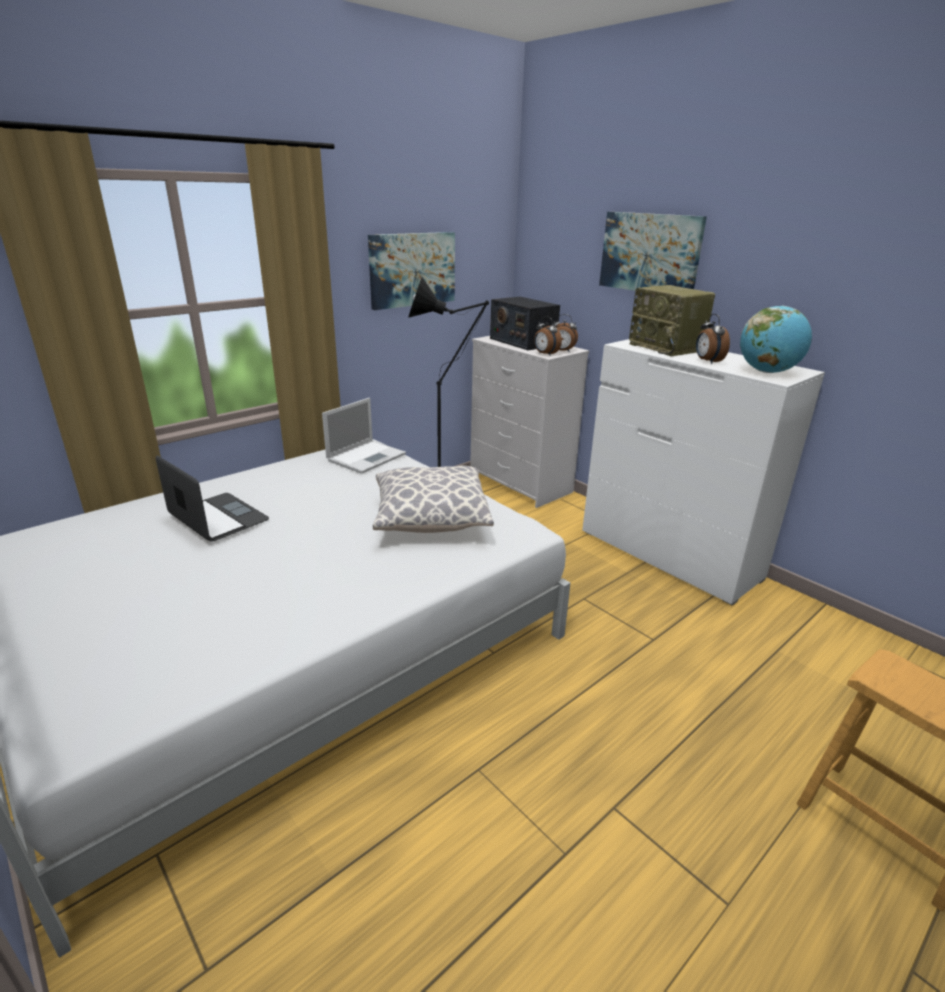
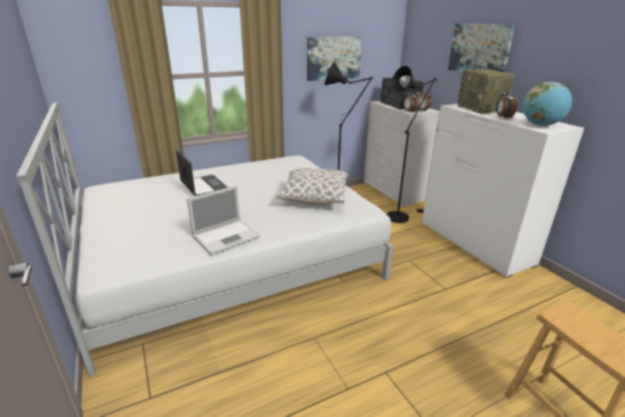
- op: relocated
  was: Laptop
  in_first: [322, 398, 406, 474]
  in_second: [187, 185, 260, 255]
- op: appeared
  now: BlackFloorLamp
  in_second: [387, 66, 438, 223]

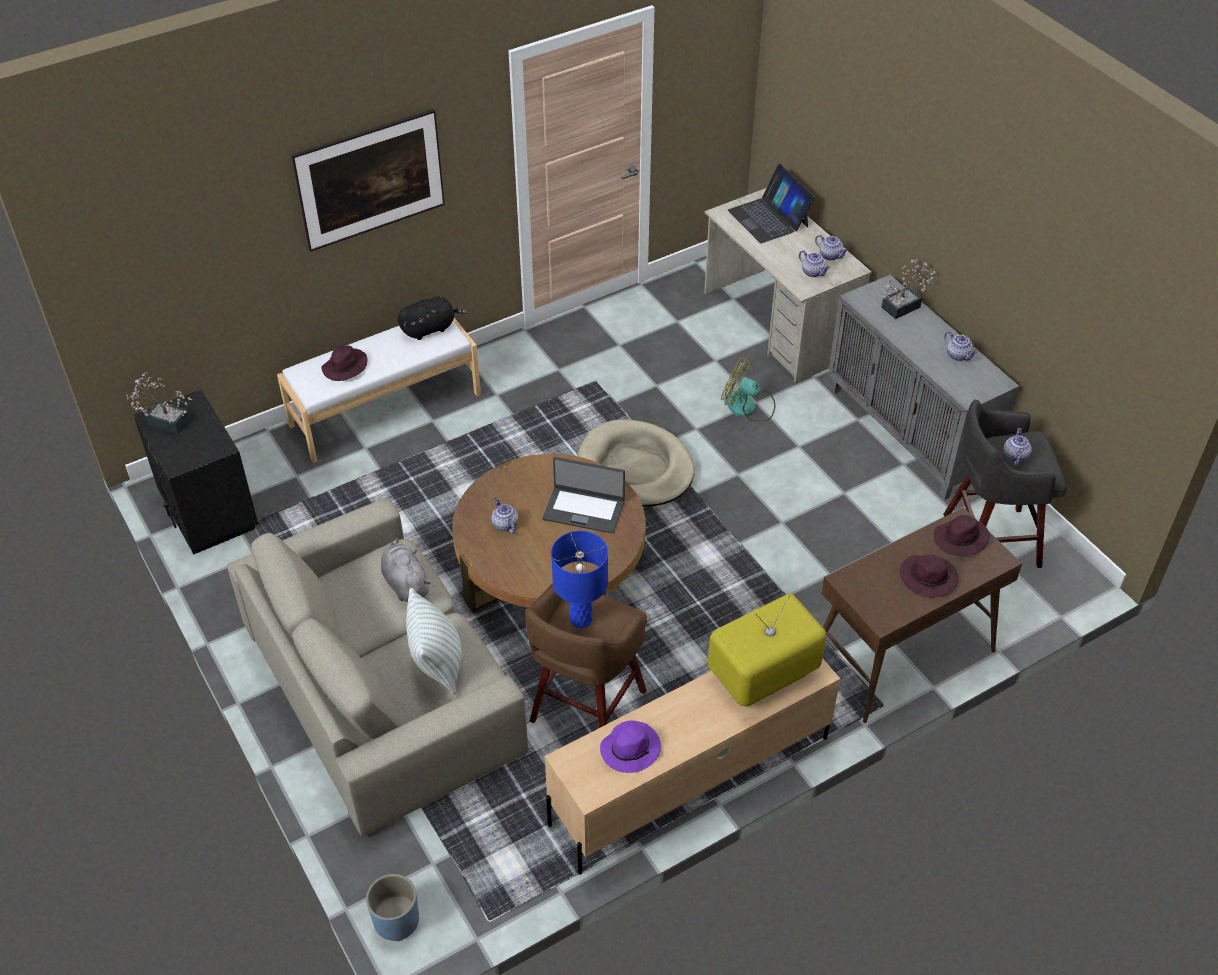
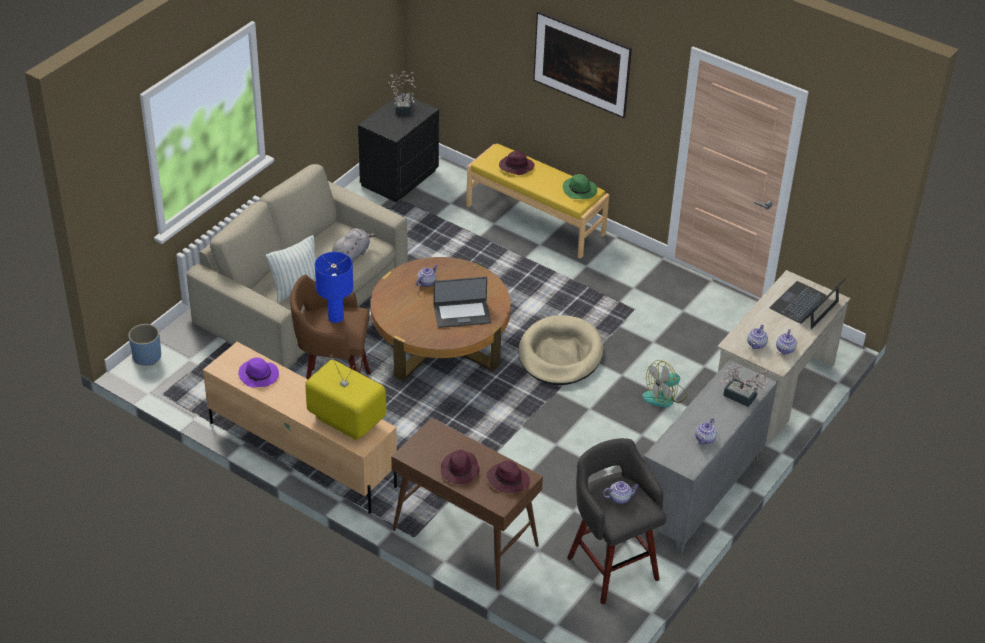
- op: exchanged
  was: BlackPlushToy
  now: GreenHat
  in_first: [397, 297, 467, 340]
  in_second: [563, 174, 597, 199]
- op: colour
  was: WhiteBench
  now: YellowBench
  in_first: [277, 318, 481, 463]
  in_second: [466, 143, 609, 259]
- op: spun
  was: Fan
  in_first: [721, 357, 775, 422]
  in_second: [642, 360, 687, 407]
  clockwise: -120
- op: spun
  was: Laptop
  in_first: [543, 457, 625, 534]
  in_second: [434, 277, 491, 328]
  clockwise: -90

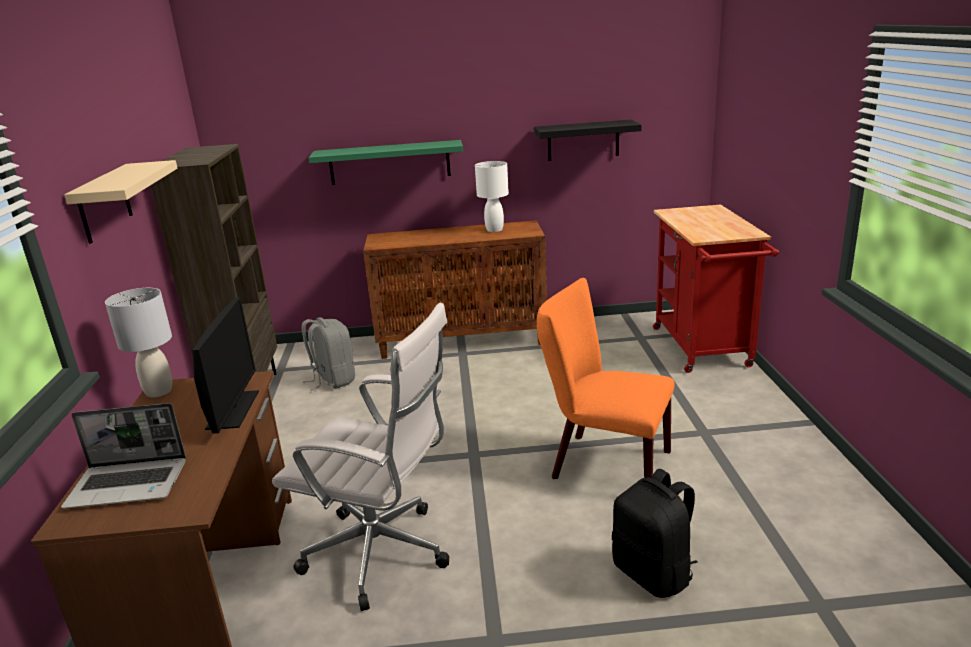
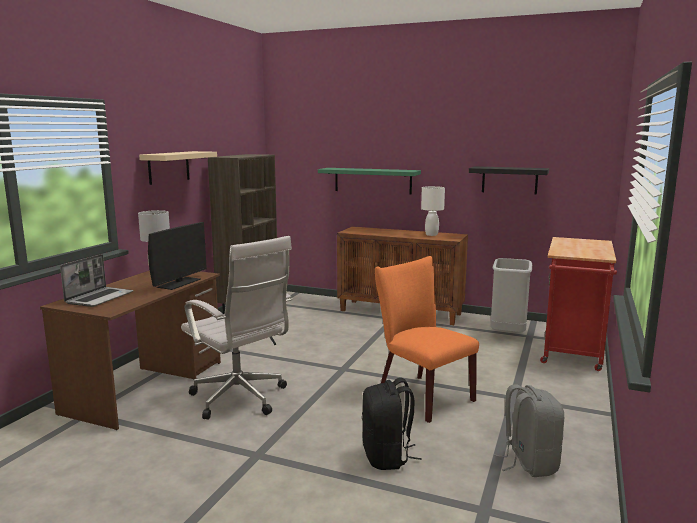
- op: relocated
  was: GreyBackpack
  in_first: [302, 317, 355, 391]
  in_second: [493, 384, 564, 477]
- op: spun
  was: Laptop
  in_first: [61, 403, 186, 509]
  in_second: [60, 254, 134, 307]
  clockwise: -90
- op: appeared
  now: GreyTrashCan
  in_second: [491, 258, 532, 332]

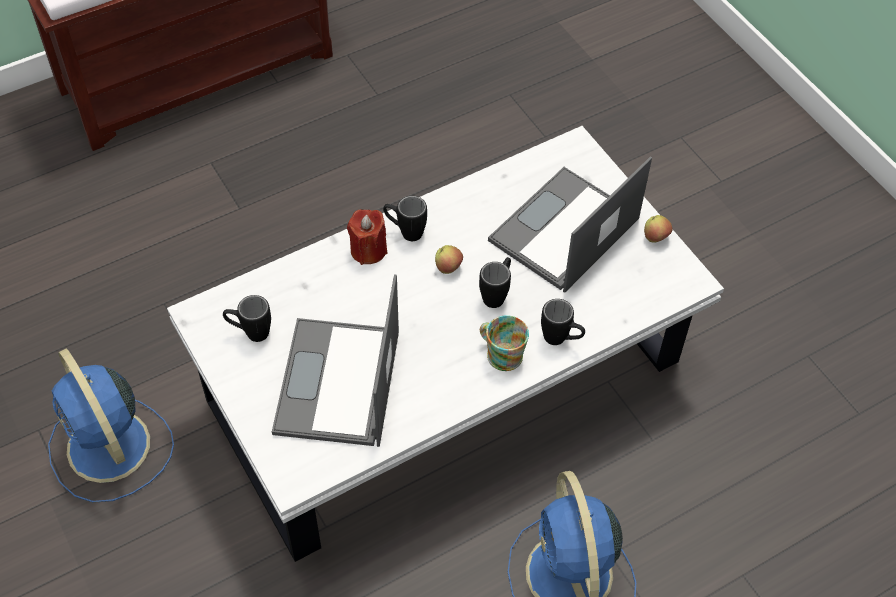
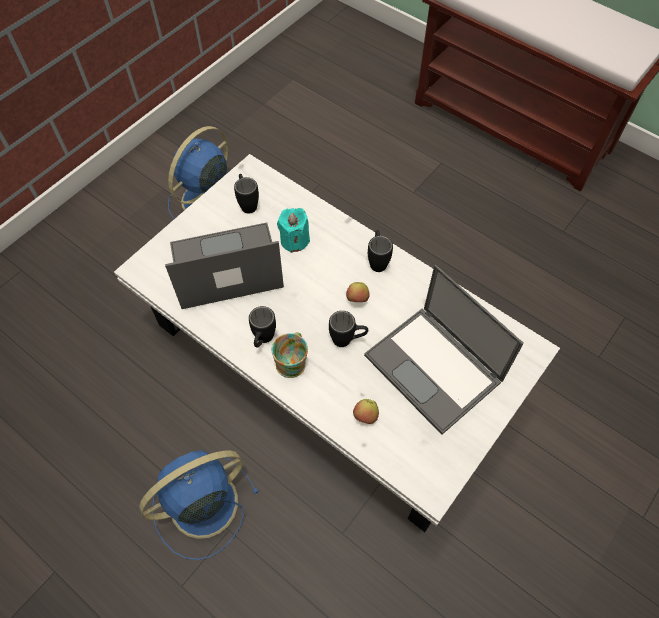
- op: spun
  was: Laptop
  in_first: [488, 156, 652, 293]
  in_second: [364, 265, 524, 435]
  clockwise: -150
- op: missing
  was: RedCandle
  in_first: [347, 209, 387, 265]
- op: relocated
  was: Apple
  in_first: [644, 215, 672, 243]
  in_second: [353, 399, 379, 424]
- op: relocated
  was: BlackMug
  in_first: [541, 299, 585, 345]
  in_second: [249, 306, 276, 347]
- op: appeared
  now: TurquoiseCandle
  in_second: [277, 208, 310, 253]

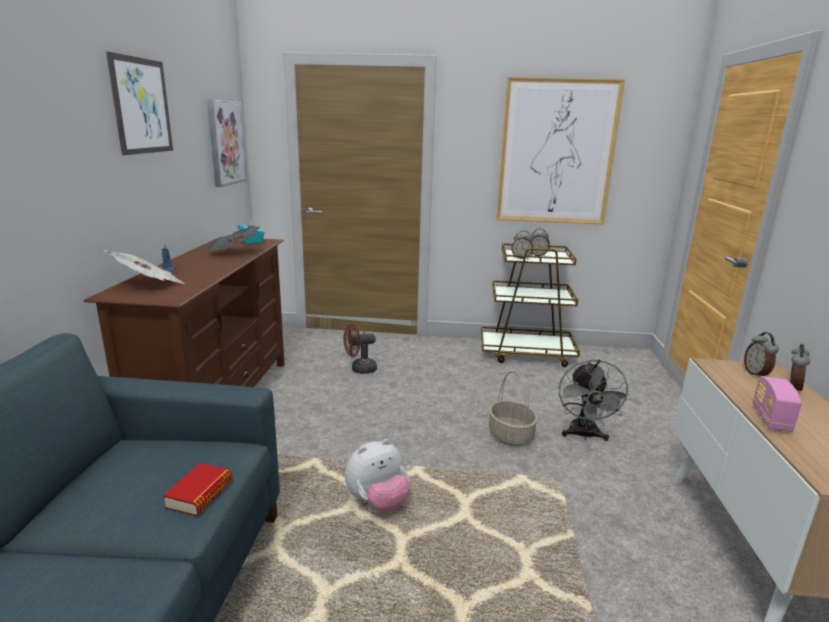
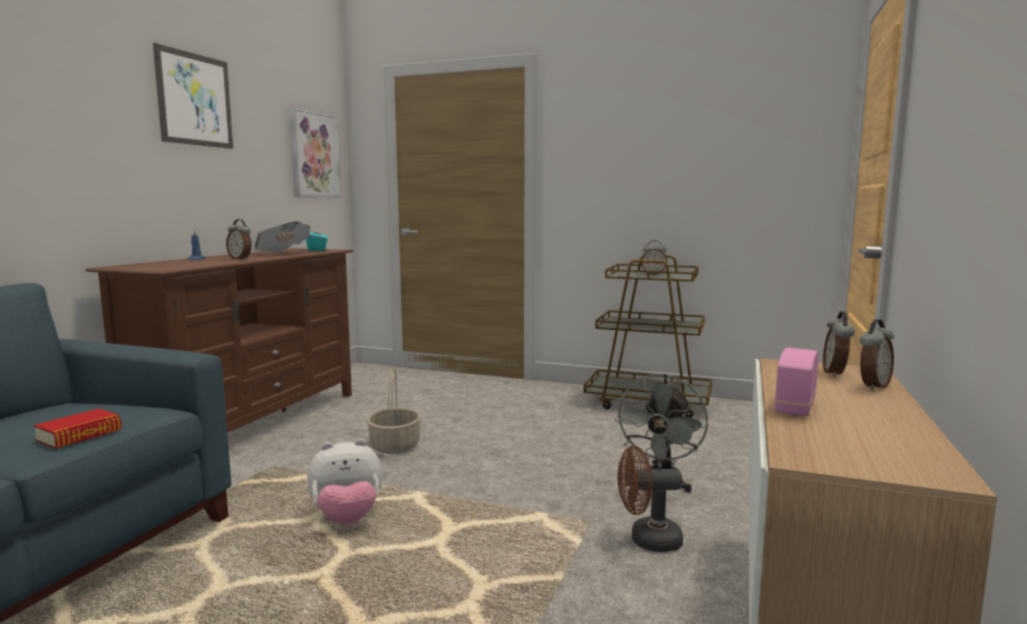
- op: missing
  was: Picture
  in_first: [497, 77, 625, 224]
- op: relocated
  was: AlarmClock
  in_first: [511, 231, 533, 259]
  in_second: [226, 219, 252, 260]
- op: missing
  was: Newspaper
  in_first: [103, 250, 184, 283]
- op: relocated
  was: BrownFan
  in_first: [344, 323, 377, 374]
  in_second: [618, 446, 683, 552]
- op: relocated
  was: Basket
  in_first: [489, 371, 538, 446]
  in_second: [366, 368, 421, 454]

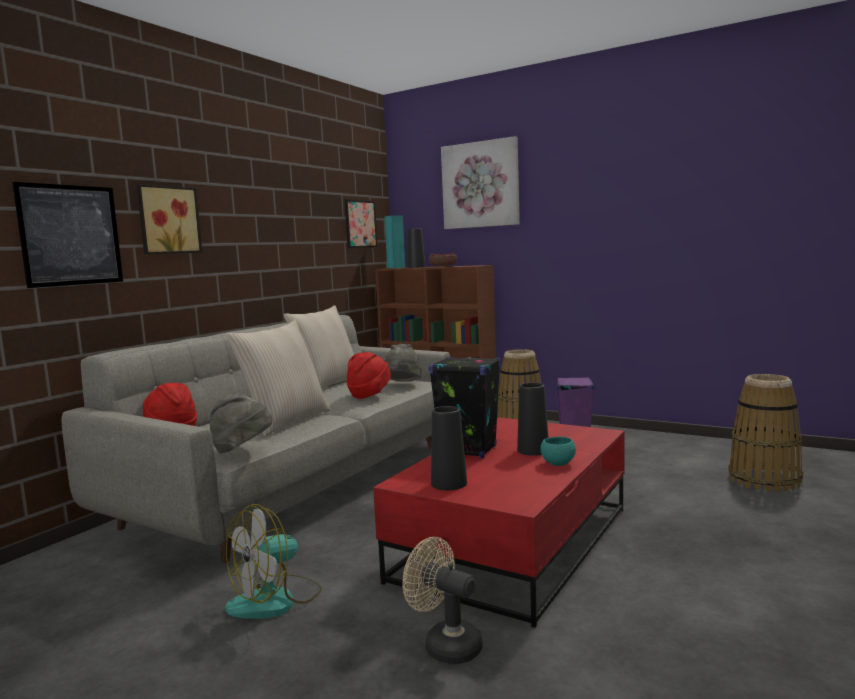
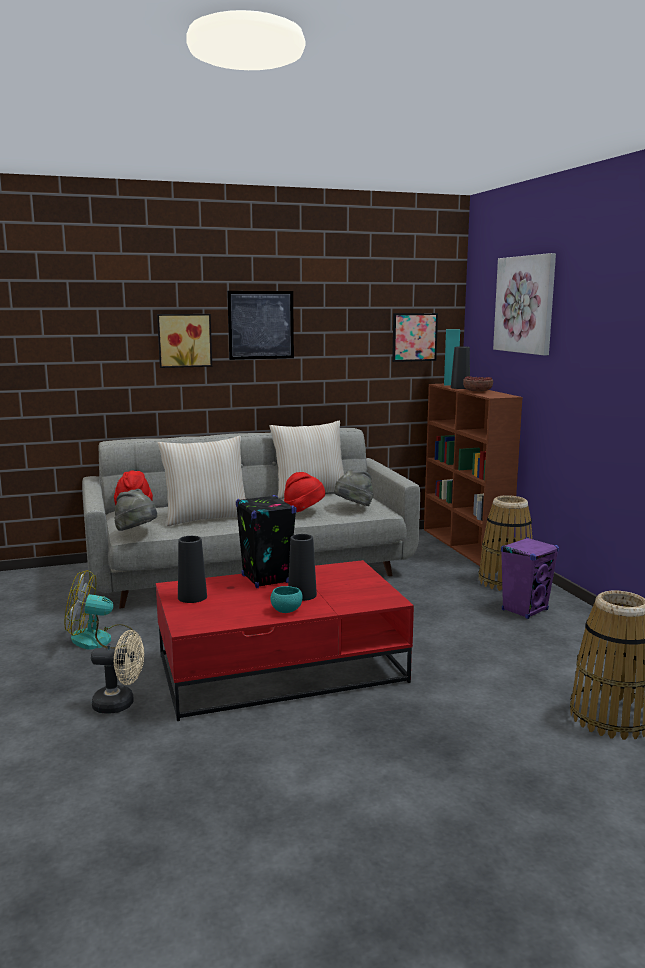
- op: relocated
  was: Picture
  in_first: [12, 182, 123, 288]
  in_second: [227, 291, 294, 360]
- op: spun
  was: BeigeFan
  in_first: [403, 537, 483, 665]
  in_second: [91, 630, 144, 714]
  clockwise: 105

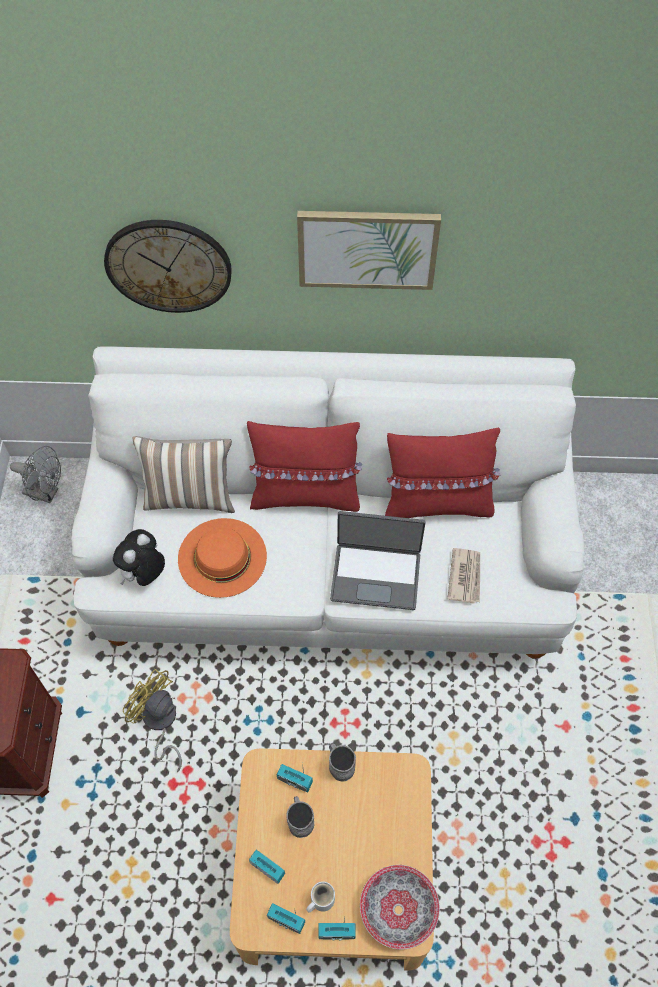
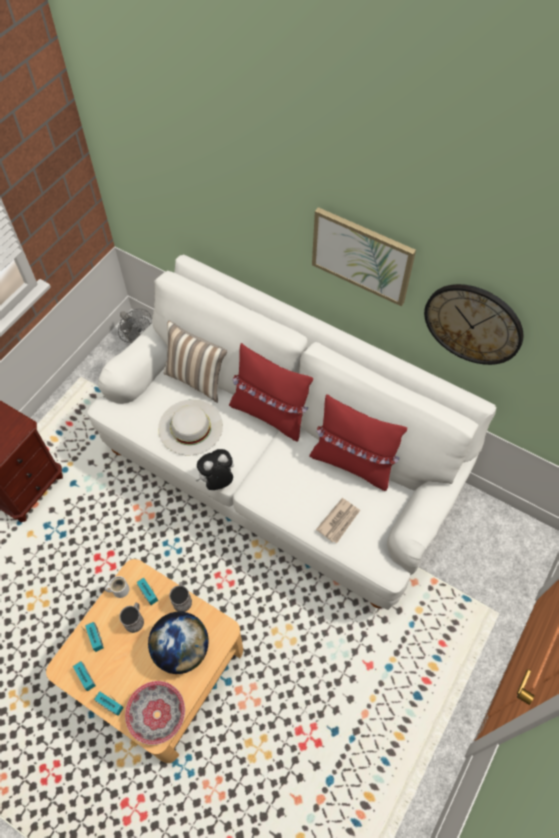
- op: relocated
  was: WallClock
  in_first: [104, 220, 232, 313]
  in_second: [424, 284, 524, 365]
- op: missing
  was: Laptop
  in_first: [330, 511, 425, 610]
- op: colour
  was: OrangeHat
  now: WhiteHat
  in_first: [178, 518, 267, 598]
  in_second: [158, 399, 223, 455]
- op: relocated
  was: PlushToy
  in_first: [113, 529, 165, 586]
  in_second: [195, 449, 234, 490]
- op: missing
  was: YellowFan
  in_first: [123, 669, 182, 772]
- op: relocated
  was: WhiteMug
  in_first: [306, 882, 335, 913]
  in_second: [105, 576, 129, 598]
- op: appeared
  now: Globe
  in_second: [148, 612, 209, 674]

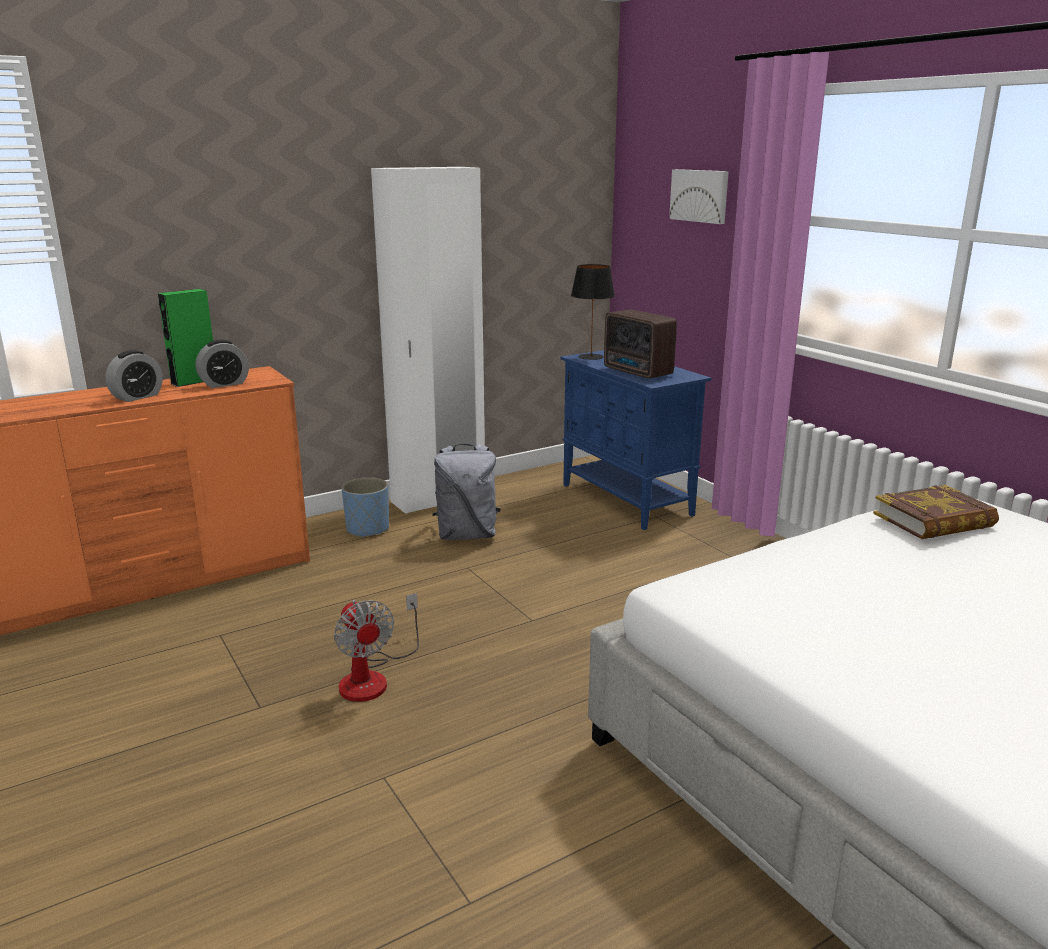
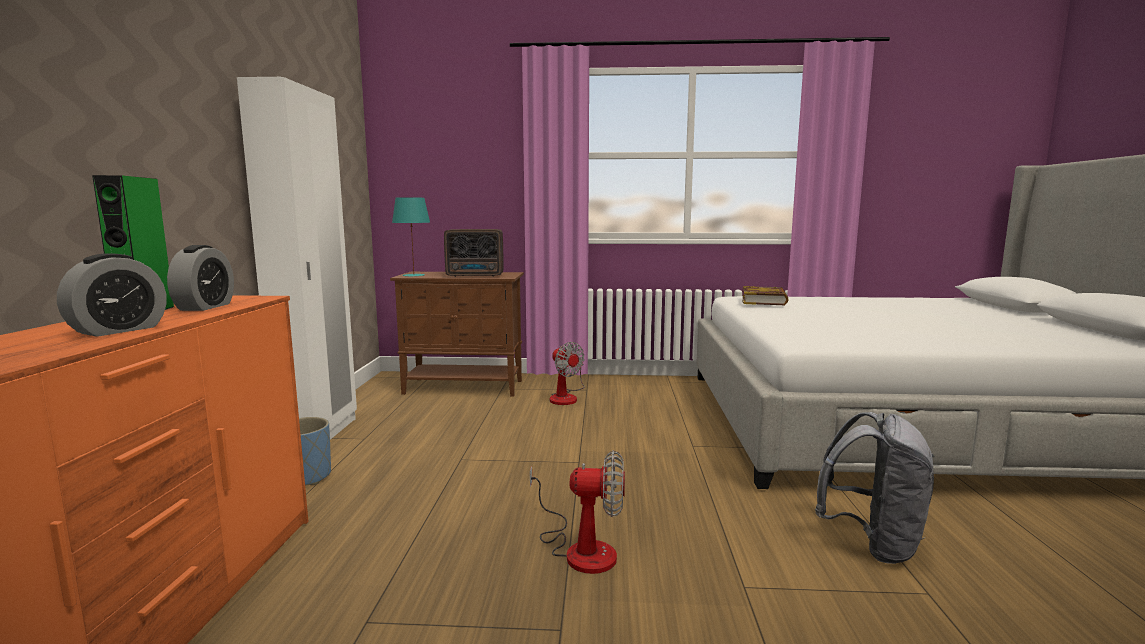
- op: missing
  was: Picture
  in_first: [669, 169, 729, 224]
- op: colour
  was: BlackTableLamp
  now: TurquoiseTableLamp
  in_first: [571, 264, 615, 360]
  in_second: [392, 197, 430, 277]
- op: spun
  was: AlarmClock
  in_first: [105, 350, 163, 402]
  in_second: [57, 253, 166, 337]
  clockwise: 45
- op: colour
  was: BlueCabinet
  now: BrownCabinet
  in_first: [561, 350, 711, 530]
  in_second: [390, 272, 524, 397]
- op: relocated
  was: GreyBackpack
  in_first: [432, 444, 501, 540]
  in_second: [815, 412, 935, 564]
- op: appeared
  now: Fan
  in_second: [550, 342, 585, 405]

